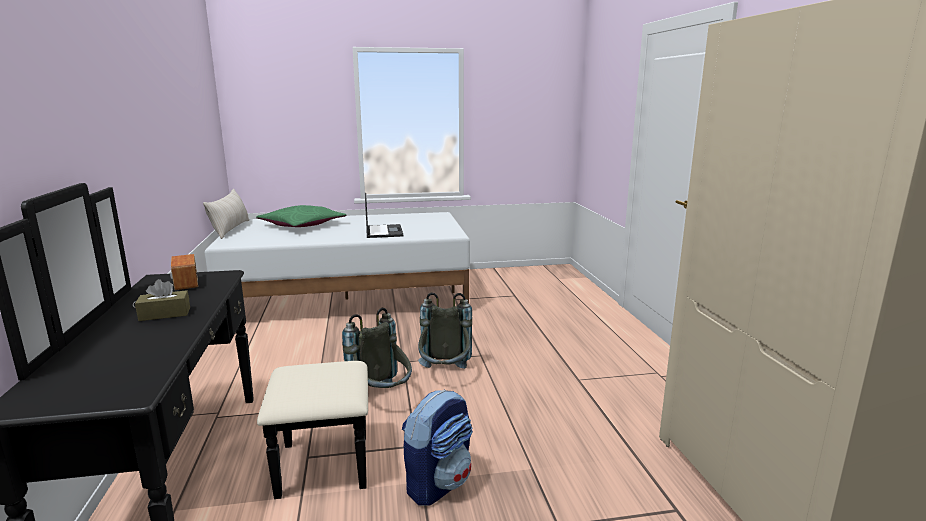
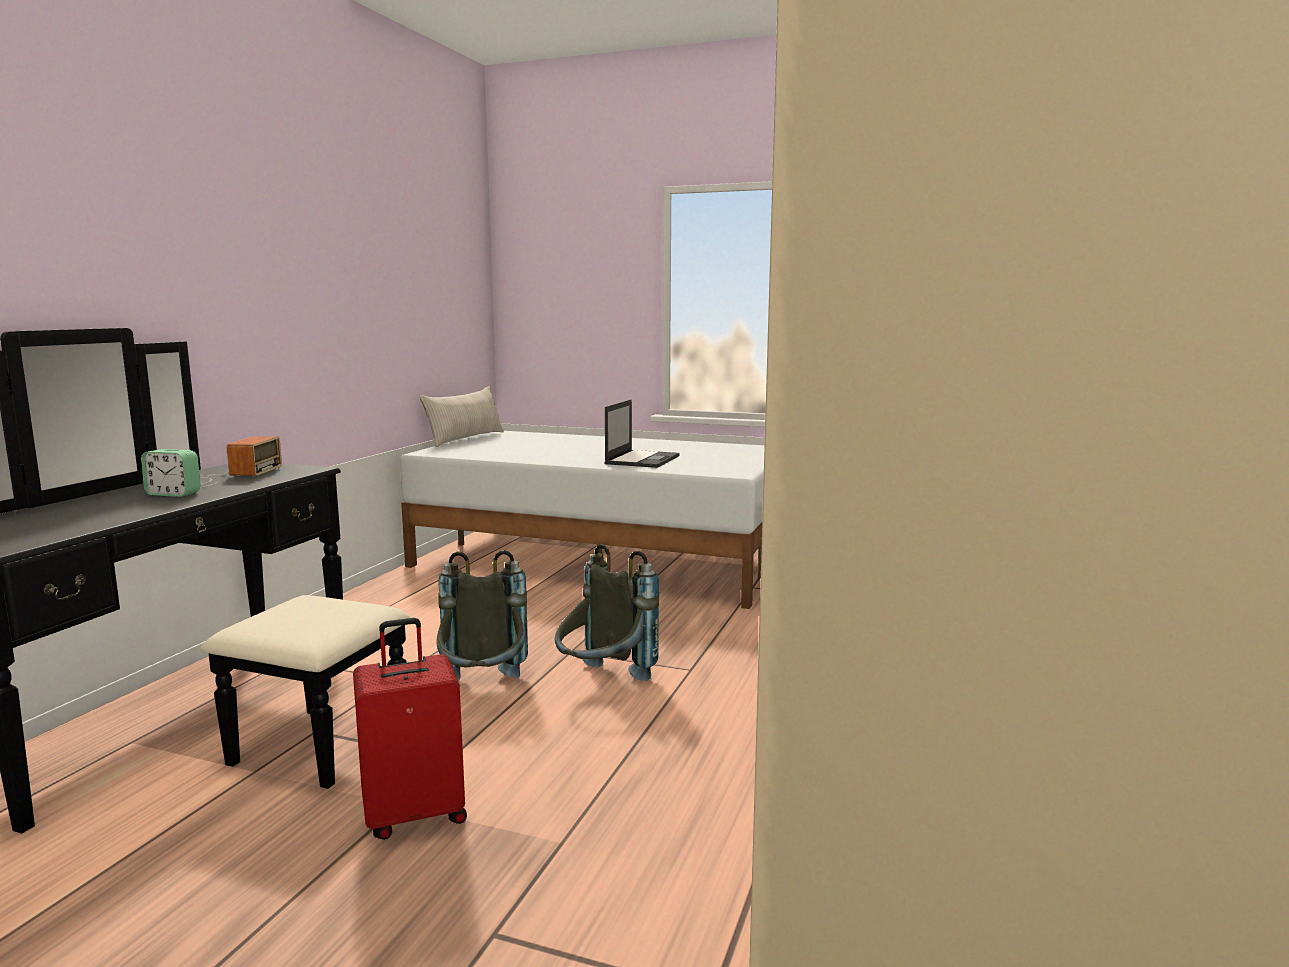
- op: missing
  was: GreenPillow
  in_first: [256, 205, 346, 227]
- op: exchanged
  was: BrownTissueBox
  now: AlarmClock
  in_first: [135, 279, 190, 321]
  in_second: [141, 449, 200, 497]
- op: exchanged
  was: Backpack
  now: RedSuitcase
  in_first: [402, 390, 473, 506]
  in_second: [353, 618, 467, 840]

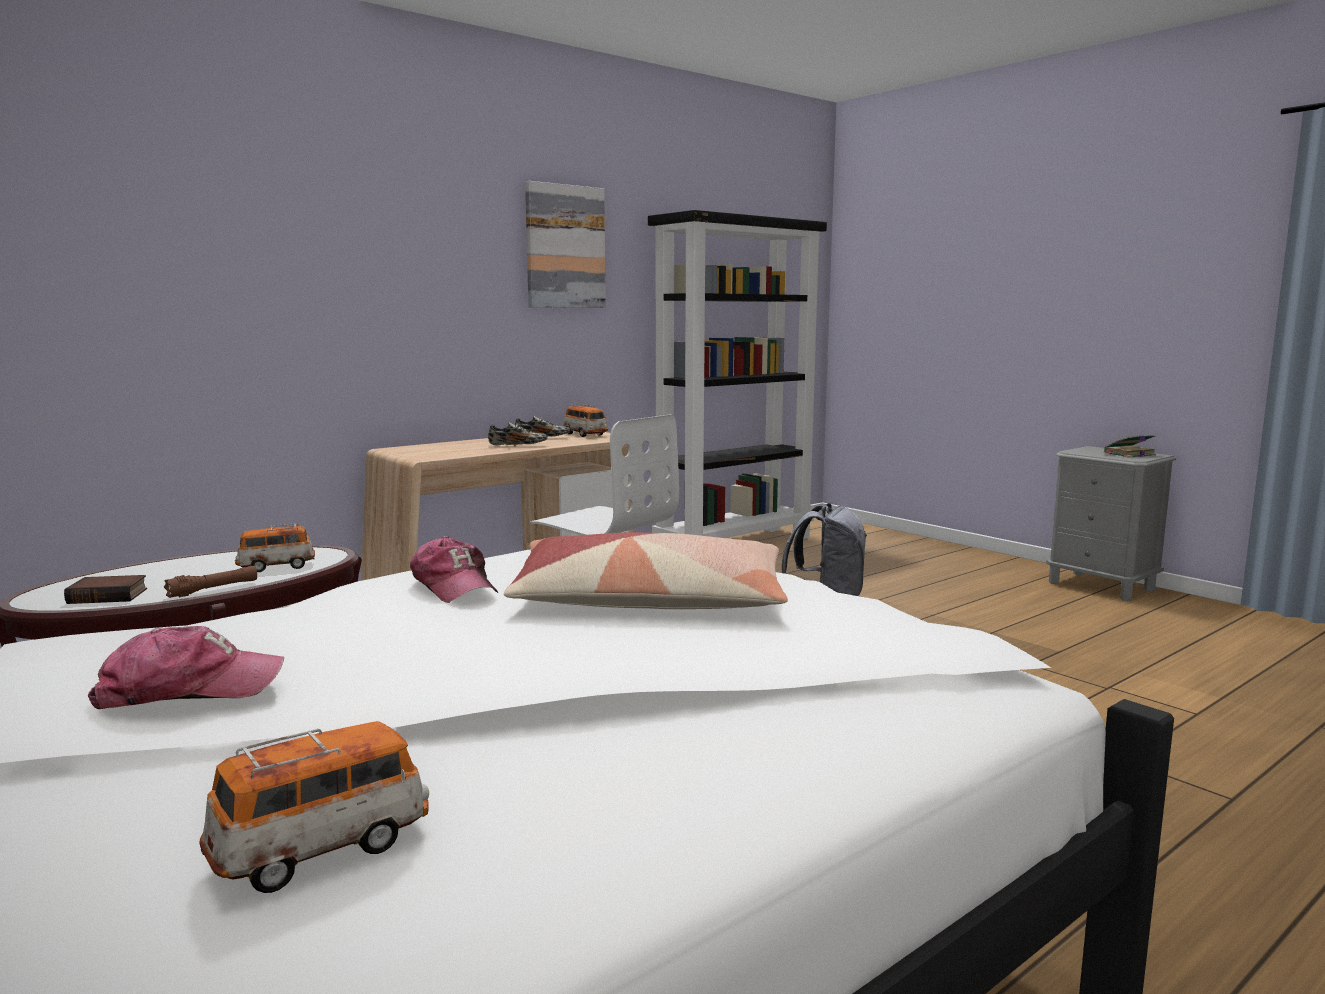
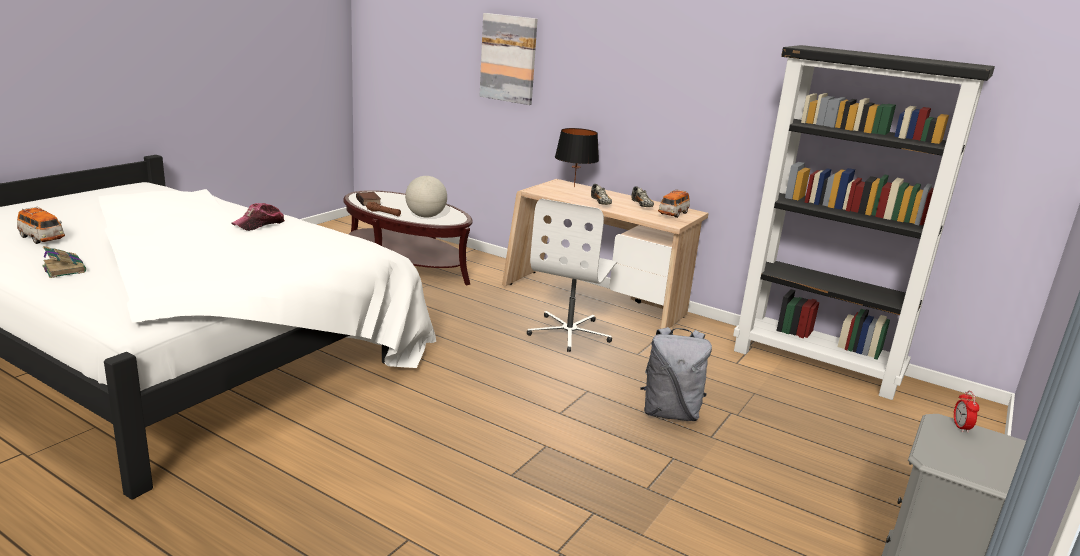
- op: relocated
  was: Picture
  in_first: [525, 181, 606, 308]
  in_second: [480, 13, 538, 105]
- op: relocated
  was: Book
  in_first: [1104, 435, 1156, 458]
  in_second: [43, 246, 86, 278]
- op: exchanged
  was: ToyCar
  now: Globe
  in_first: [235, 523, 315, 572]
  in_second: [405, 176, 447, 218]
- op: missing
  was: Pillow
  in_first: [504, 533, 788, 609]
- op: missing
  was: Cap
  in_first: [88, 626, 284, 709]
- op: appeared
  now: BlackTableLamp
  in_second: [555, 128, 599, 187]
- op: appeared
  now: AlarmClock
  in_second: [954, 391, 980, 433]

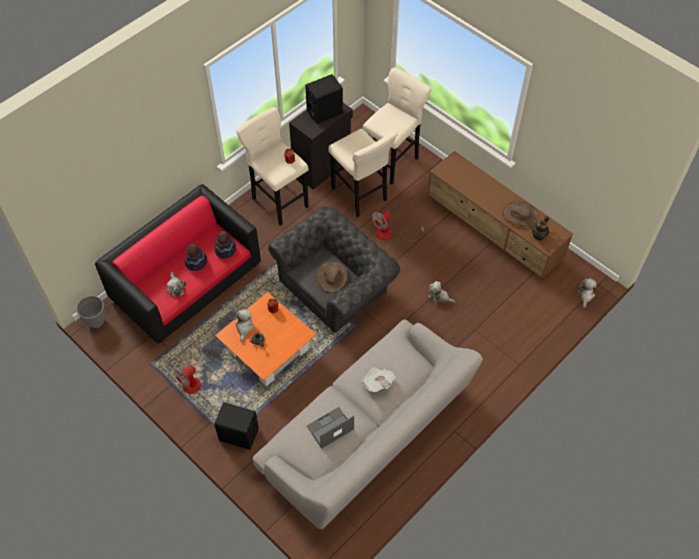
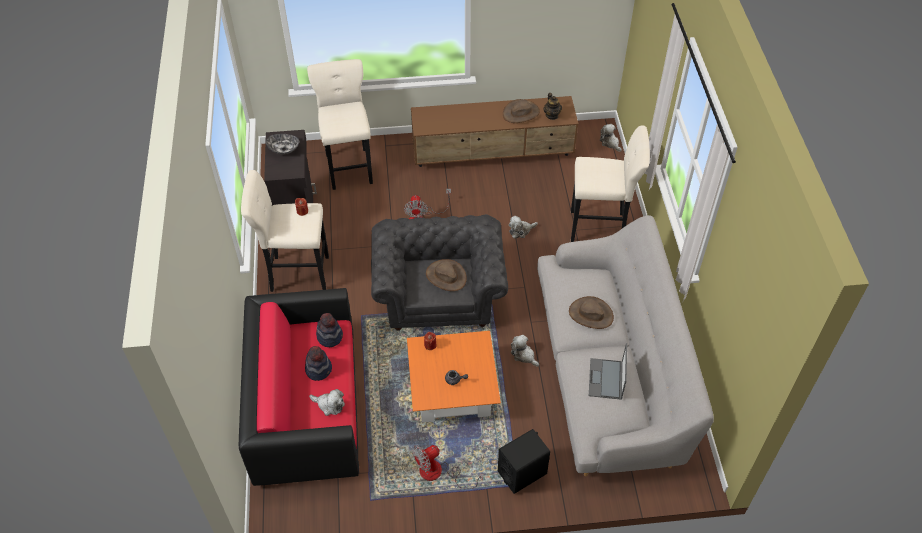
- op: exchanged
  was: BlackSpeaker
  now: Bowl
  in_first: [305, 74, 343, 124]
  in_second: [266, 134, 299, 154]
- op: relocated
  was: BeigeStool
  in_first: [328, 128, 397, 217]
  in_second: [571, 125, 650, 242]
- op: missing
  was: GreyPlanter
  in_first: [76, 295, 105, 328]
- op: relocated
  was: PlushToy
  in_first: [233, 309, 254, 342]
  in_second: [511, 335, 539, 367]
- op: spun
  was: Fan
  in_first: [174, 365, 234, 396]
  in_second: [412, 445, 483, 489]
  clockwise: 60
- op: exchanged
  was: Newspaper
  now: BrownHat
  in_first: [361, 367, 396, 392]
  in_second: [569, 296, 614, 329]

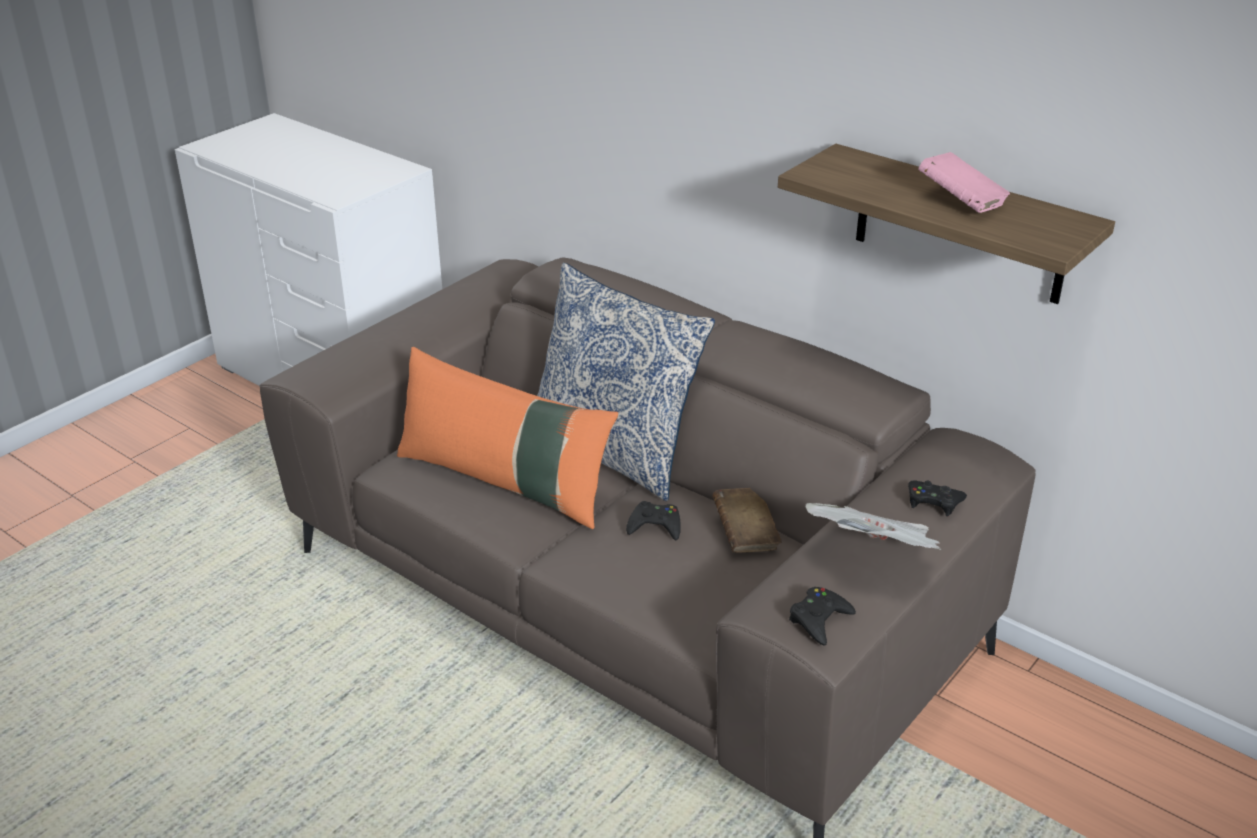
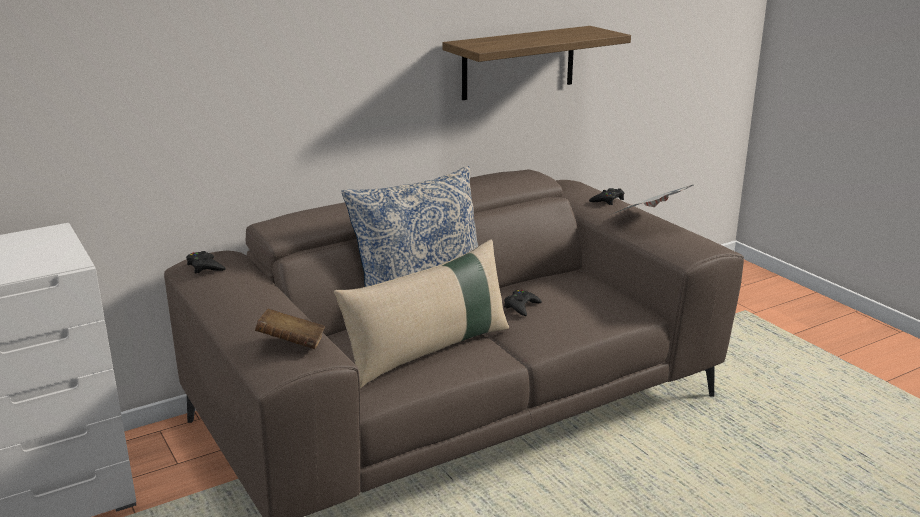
- op: missing
  was: PinkBook
  in_first: [918, 152, 1010, 213]
- op: colour
  was: OrangePillow
  now: BeigePillow
  in_first: [397, 347, 618, 529]
  in_second: [334, 239, 509, 388]
- op: relocated
  was: BrownBook
  in_first: [712, 488, 781, 553]
  in_second: [255, 309, 325, 349]
- op: relocated
  was: BlackGameController
  in_first: [789, 587, 856, 645]
  in_second: [186, 251, 226, 274]

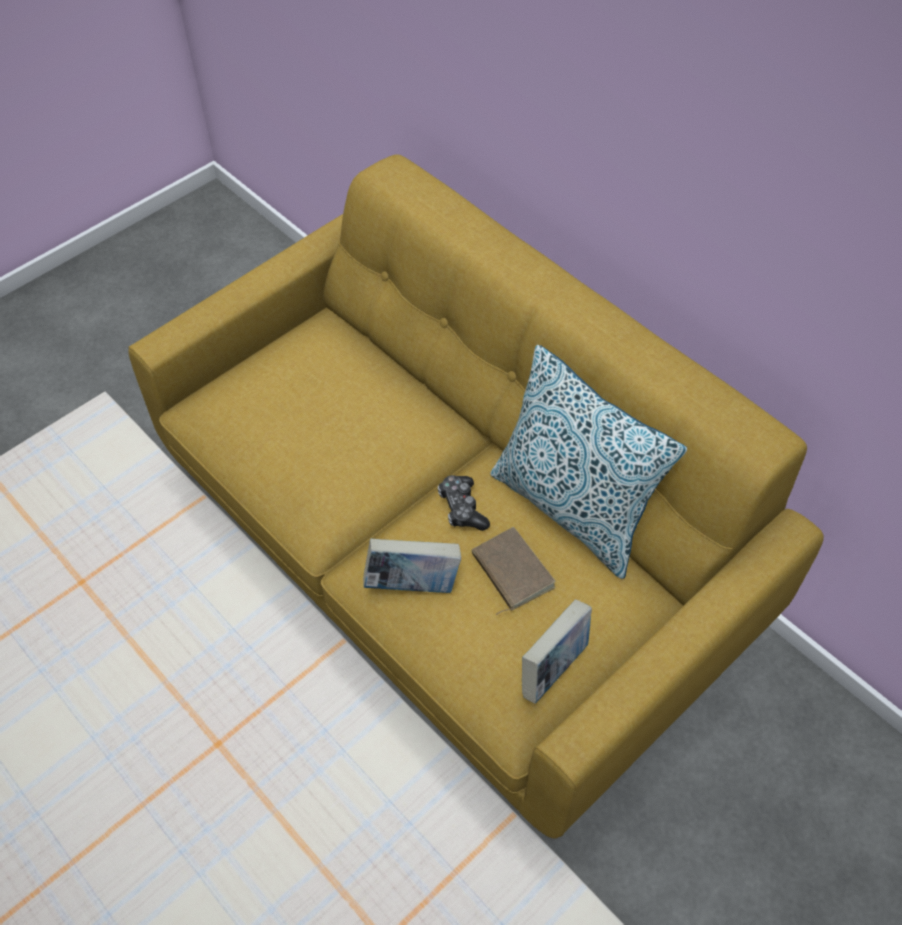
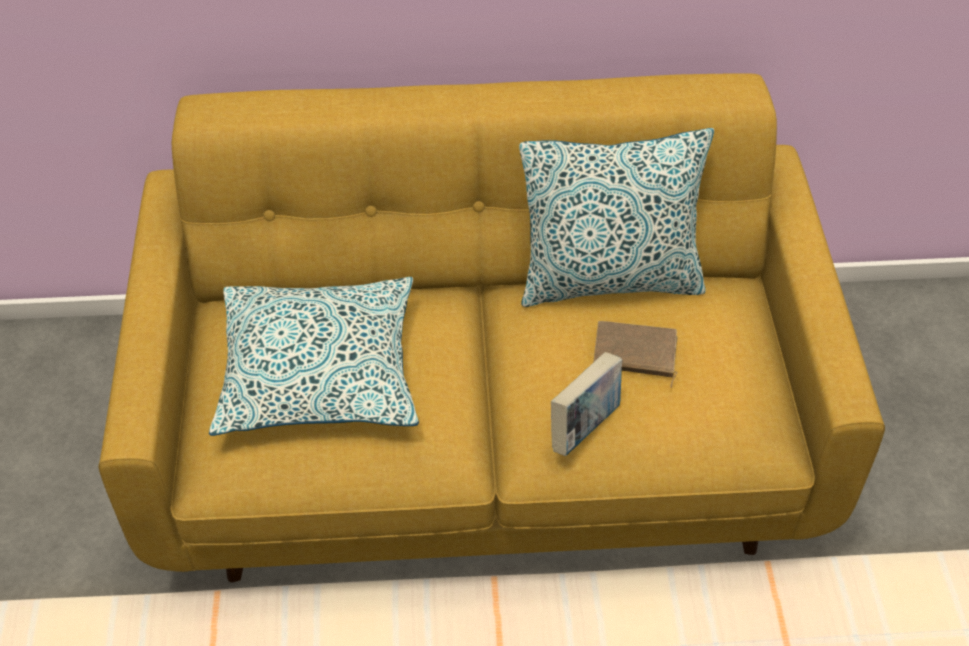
- op: missing
  was: GameController
  in_first: [438, 475, 490, 531]
- op: missing
  was: Book
  in_first: [522, 599, 592, 704]
- op: appeared
  now: Pillow
  in_second: [209, 277, 419, 436]

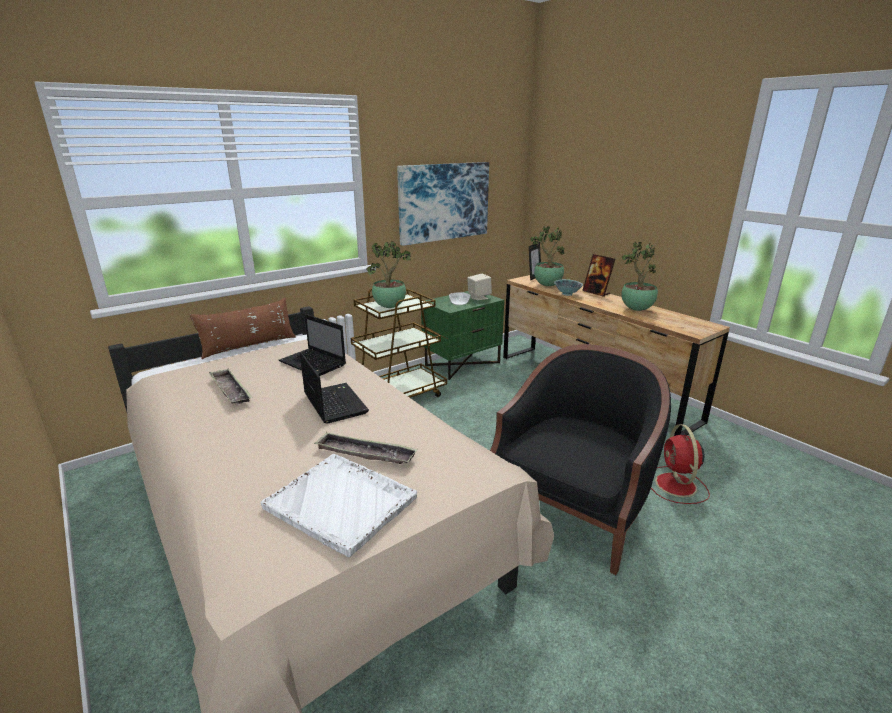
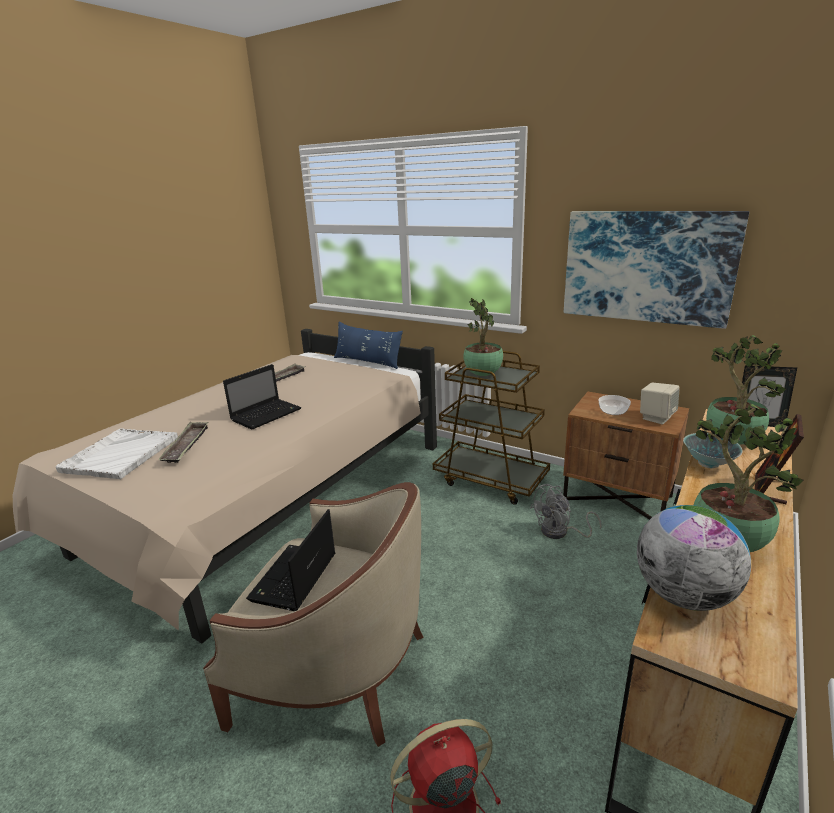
- op: colour
  was: GreenNightstand
  now: BrownNightstand
  in_first: [421, 291, 504, 380]
  in_second: [563, 392, 689, 520]
- op: colour
  was: BrownPillow
  now: BluePillow
  in_first: [189, 298, 296, 359]
  in_second: [334, 322, 403, 369]
- op: relocated
  was: Laptop
  in_first: [279, 314, 346, 376]
  in_second: [246, 509, 335, 611]
- op: colour
  was: BlackArmchair
  now: BeigeArmchair
  in_first: [490, 344, 671, 575]
  in_second: [203, 482, 424, 747]
- op: appeared
  now: GreyFan
  in_second: [530, 484, 602, 539]
- op: appeared
  now: Globe
  in_second: [637, 505, 751, 611]

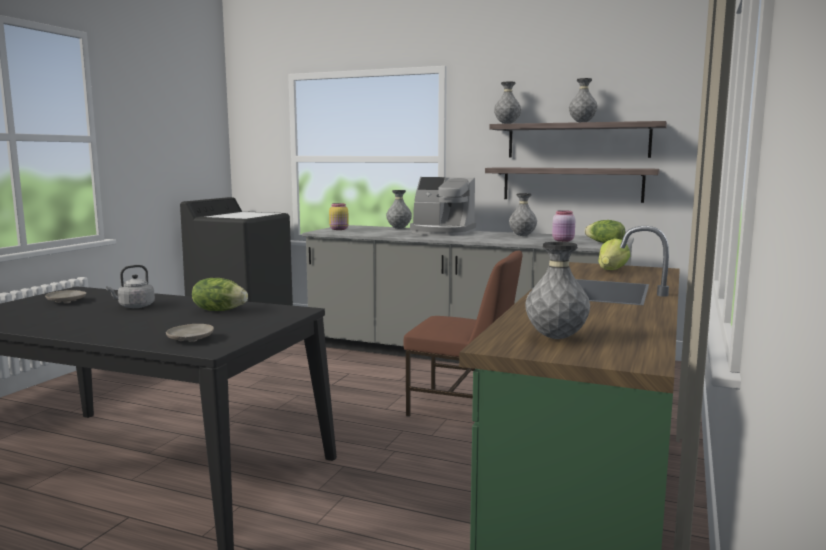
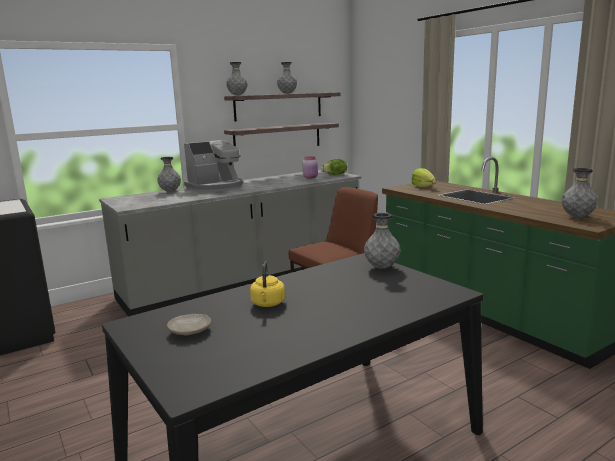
- op: relocated
  was: GreyVase
  in_first: [509, 193, 537, 236]
  in_second: [364, 213, 400, 269]
- op: missing
  was: YellowJar
  in_first: [329, 203, 349, 230]
- op: colour
  was: GreyKettle
  now: YellowKettle
  in_first: [106, 265, 155, 308]
  in_second: [250, 261, 285, 307]
- op: missing
  was: Lettuce
  in_first: [192, 278, 248, 311]
- op: missing
  was: BeigePlate
  in_first: [166, 324, 214, 342]

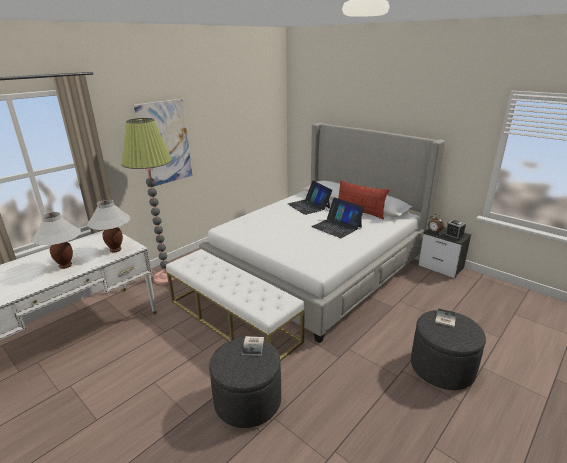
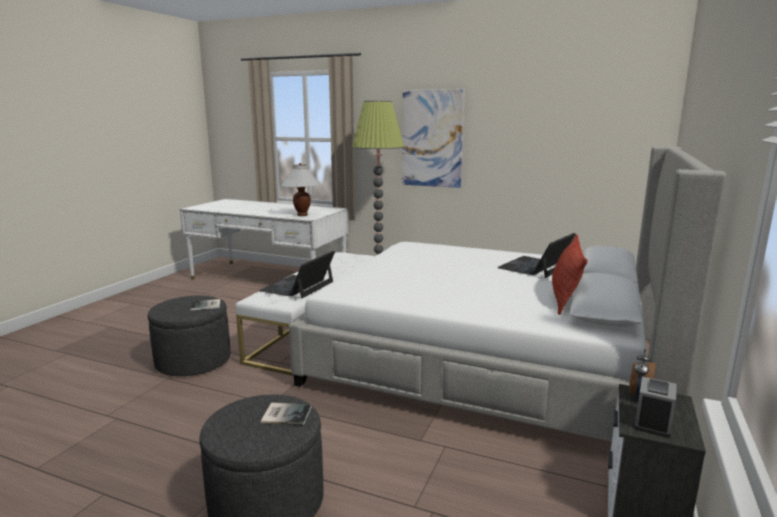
- op: relocated
  was: Laptop
  in_first: [311, 197, 365, 238]
  in_second: [259, 251, 335, 298]
- op: missing
  was: WhiteTableLamp
  in_first: [31, 212, 81, 269]

